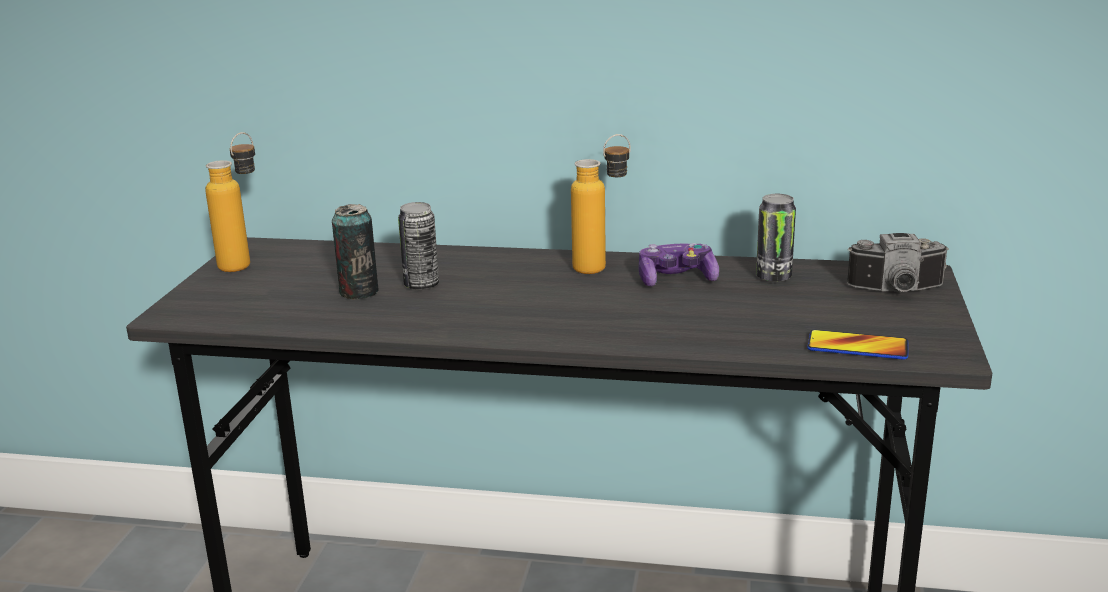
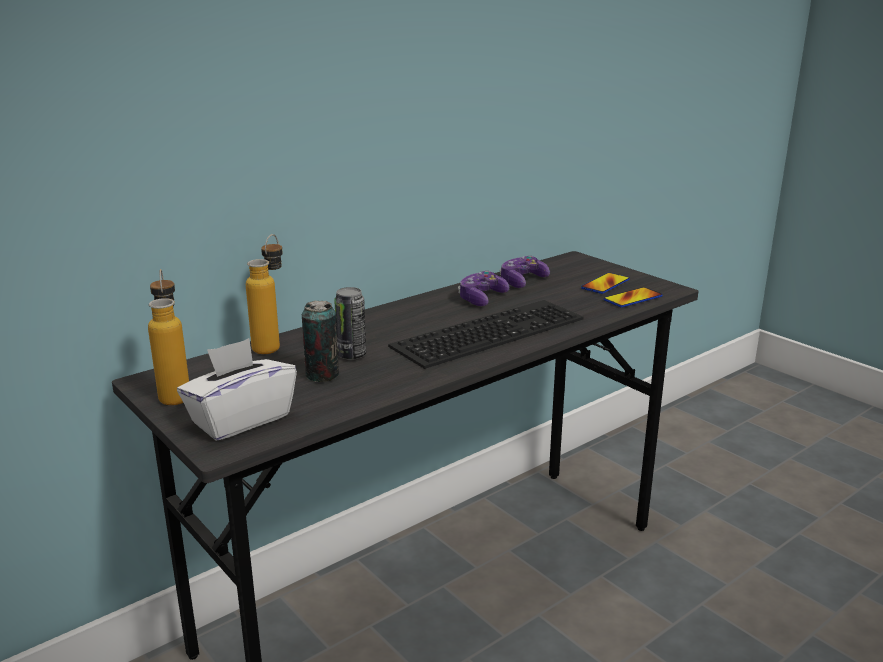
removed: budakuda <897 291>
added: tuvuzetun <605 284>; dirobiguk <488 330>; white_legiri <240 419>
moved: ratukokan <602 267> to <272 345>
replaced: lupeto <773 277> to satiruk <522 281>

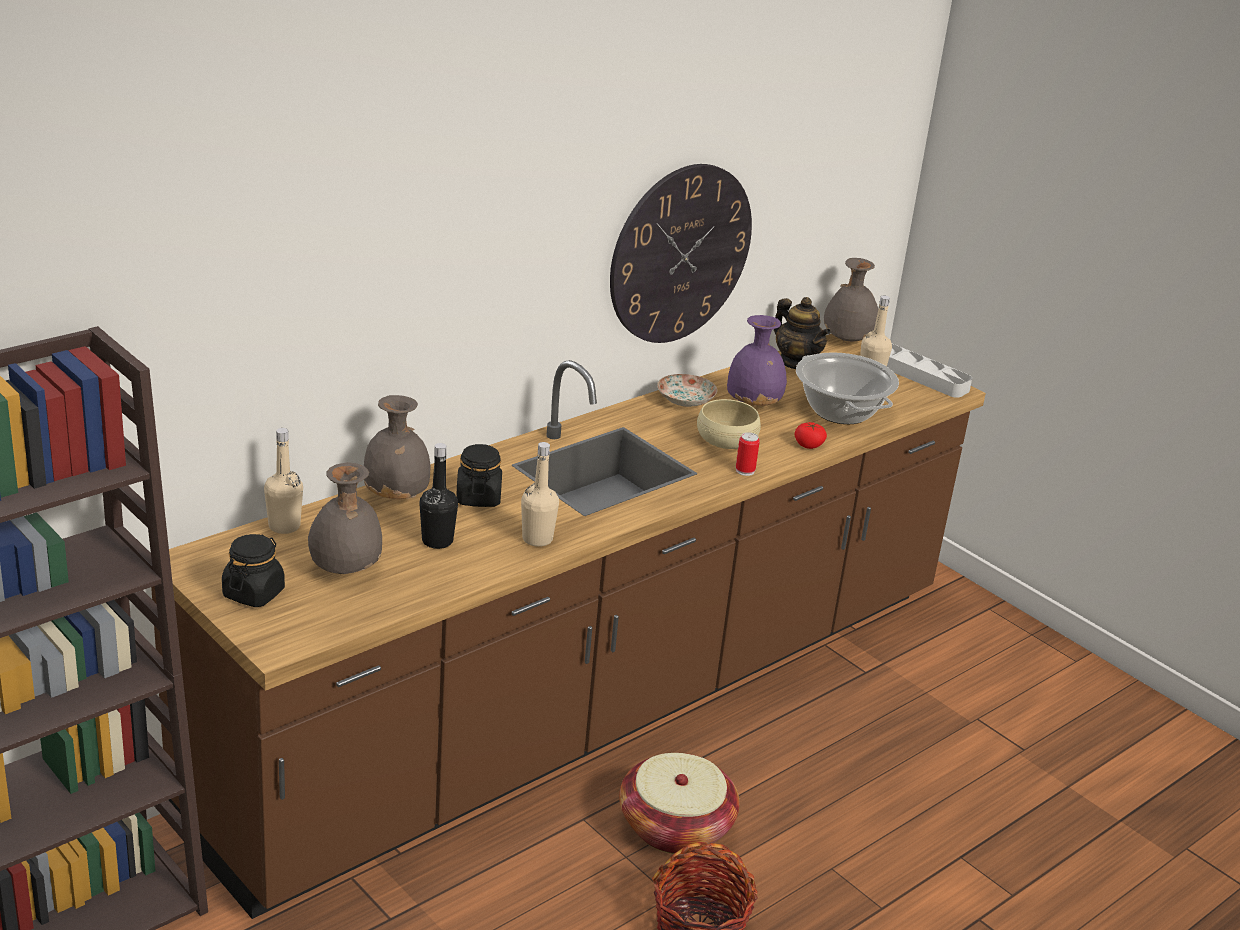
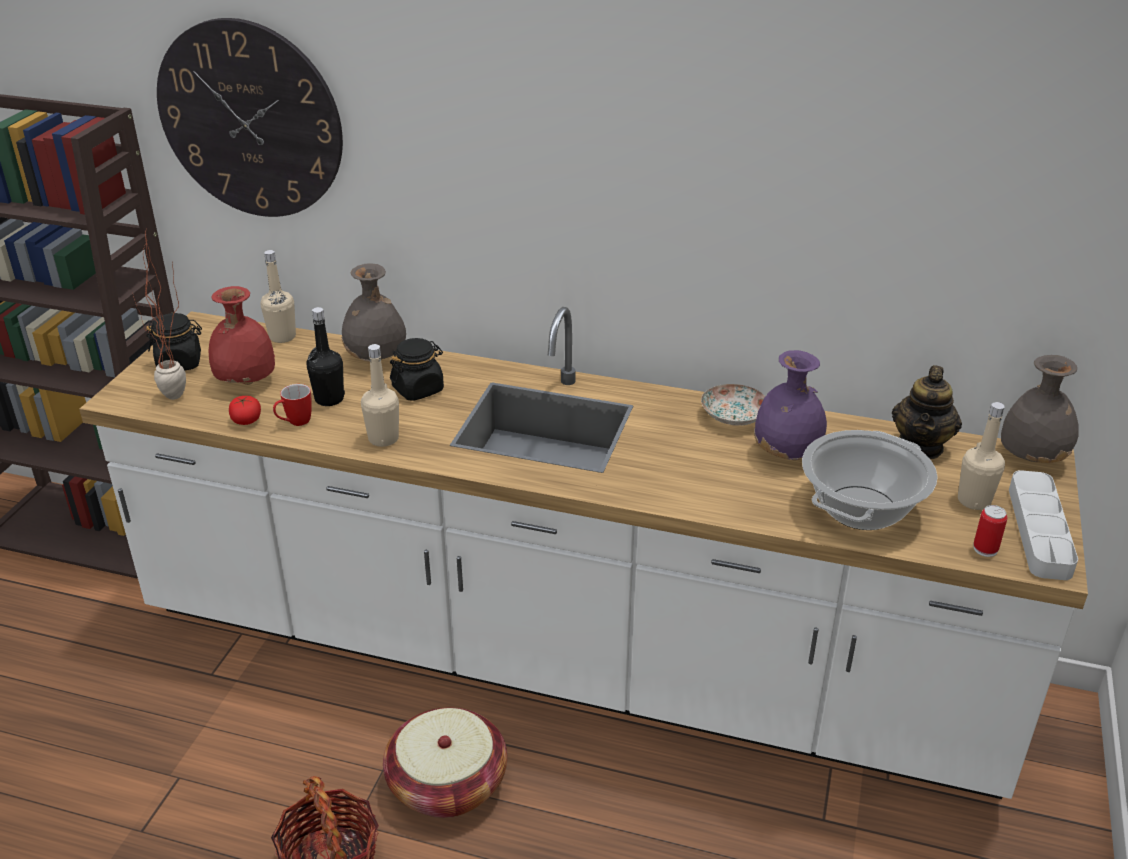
removed: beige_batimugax <726 440>
added: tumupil <179 400>; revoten <294 423>
moved: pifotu <680 254> to <250 120>; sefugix <808 445> to <246 420>; lupeto <745 471> to <985 549>
recoloured: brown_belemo <597 705> to white_belemo <564 658>; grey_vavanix <344 570> to red_vavanix <245 381>

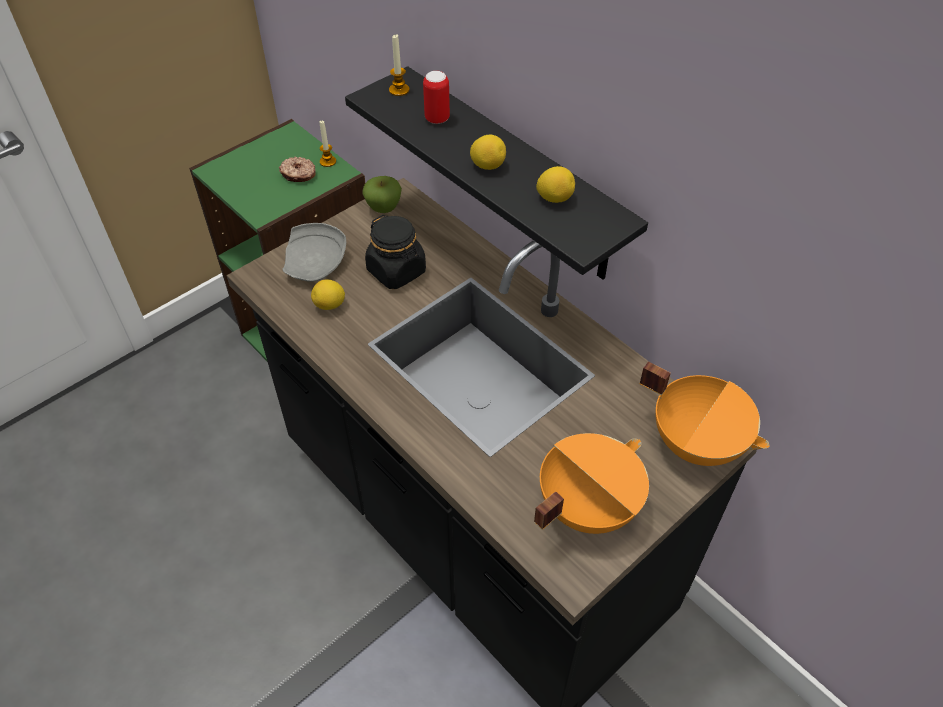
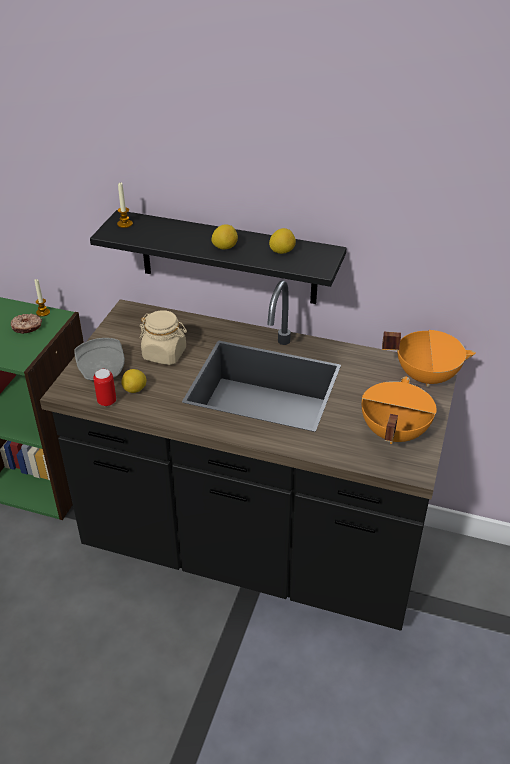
removed: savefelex <383 208>
moved: lupeto <437 119> to <107 401>
recoloured: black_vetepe <397 271> to beige_vetepe <165 354>

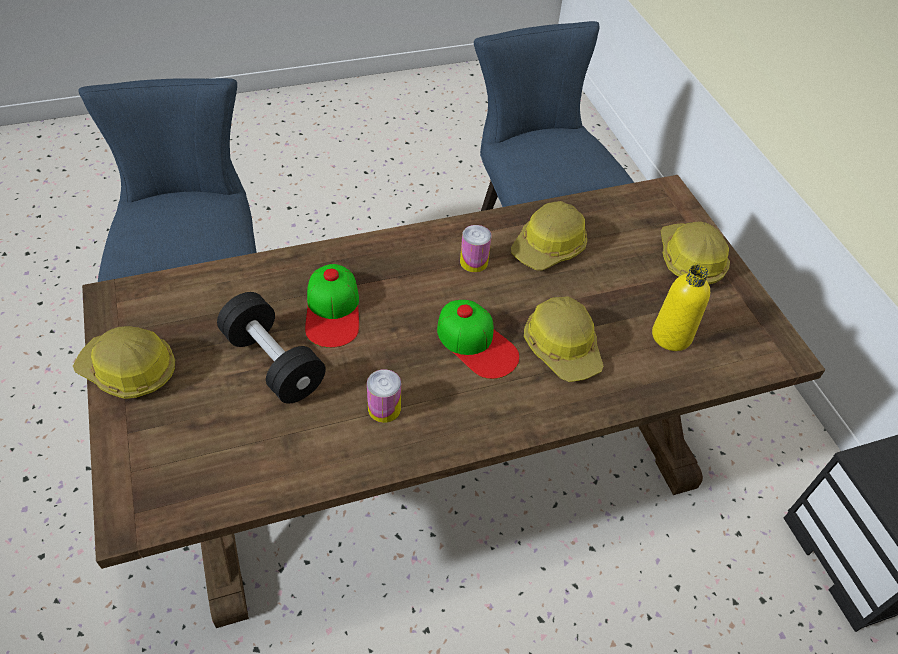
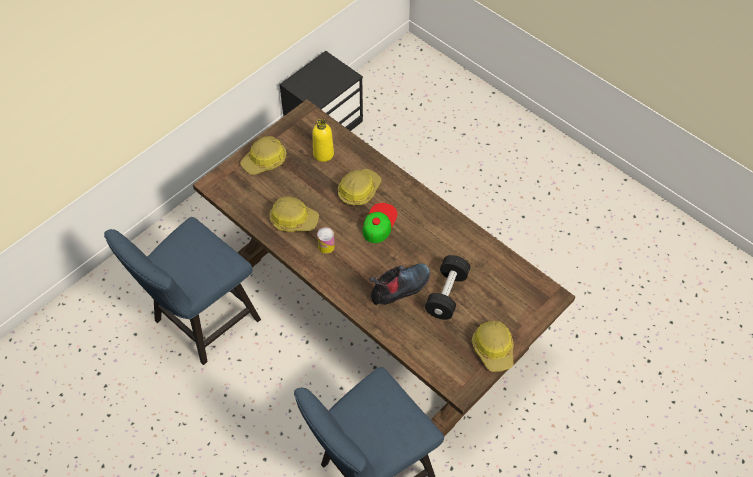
removed: lupeto <384 408>
replaced: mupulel <333 310> to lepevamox <400 288>

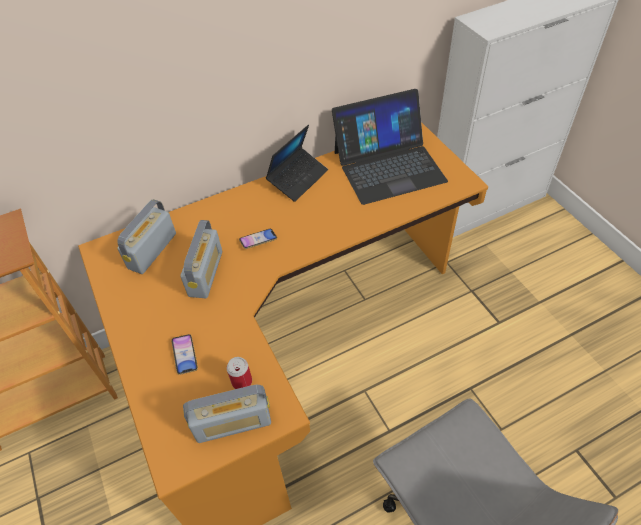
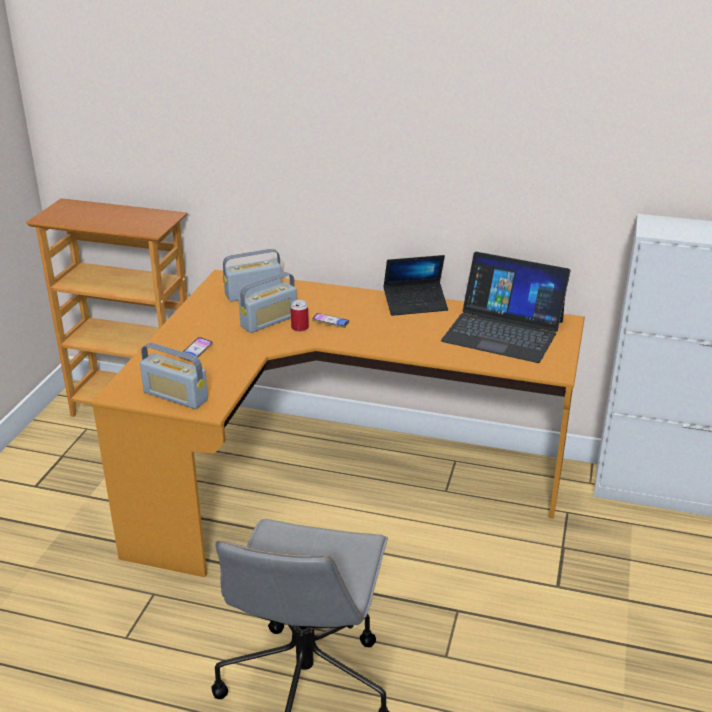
moved: lupeto <242 381> to <300 328>

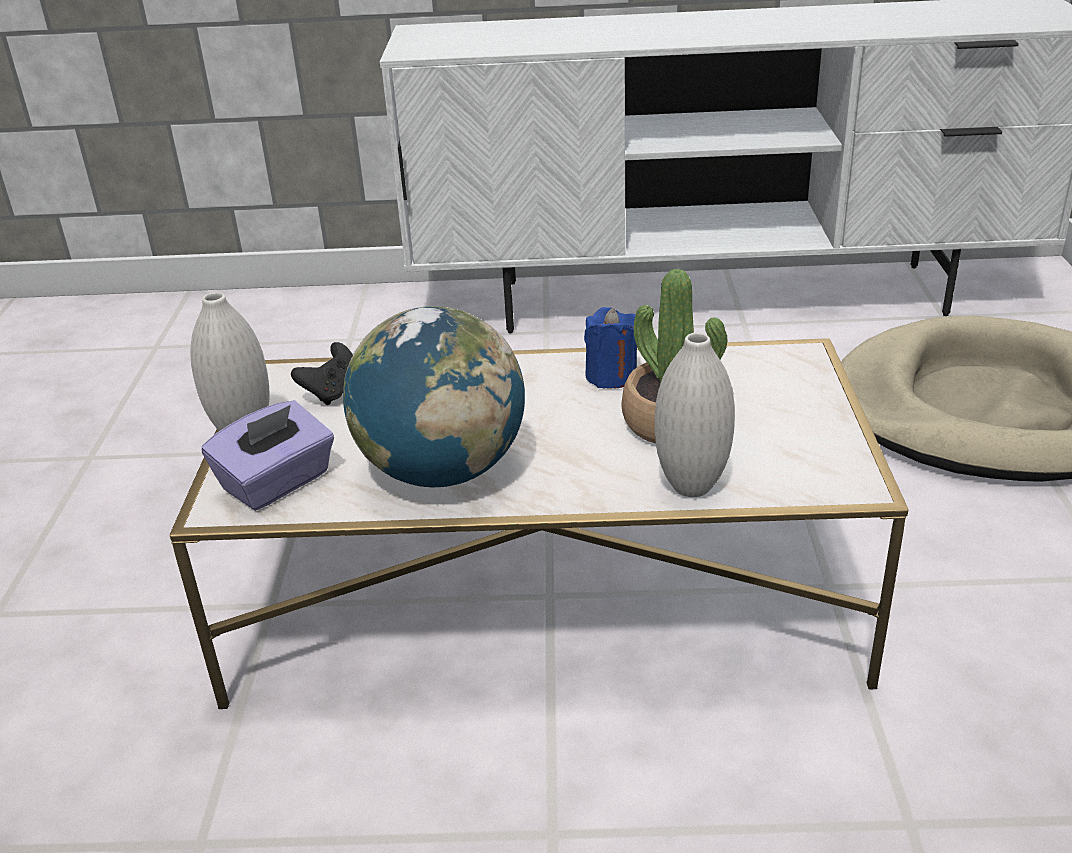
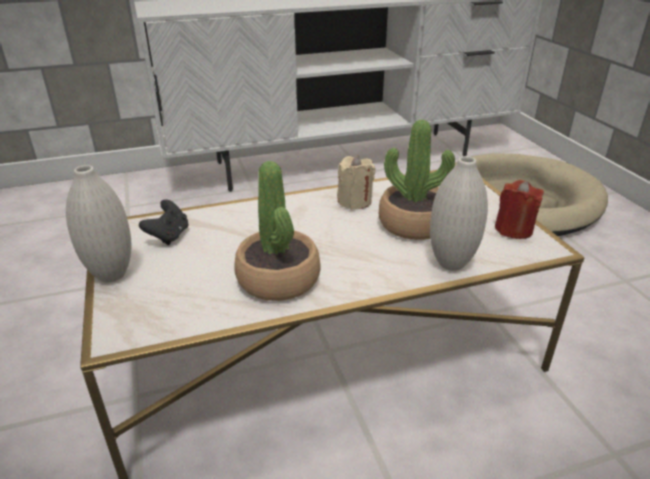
removed: purple_legiri <277 483>
added: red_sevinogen <513 229>
replaced: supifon <442 471> to tumupil <278 279>
recoloured: blue_sevinogen <611 376> to beige_sevinogen <354 201>

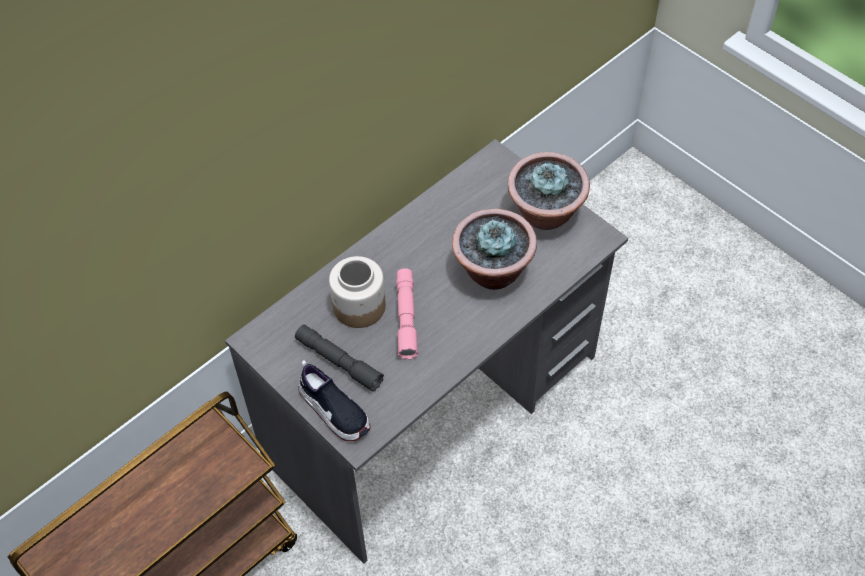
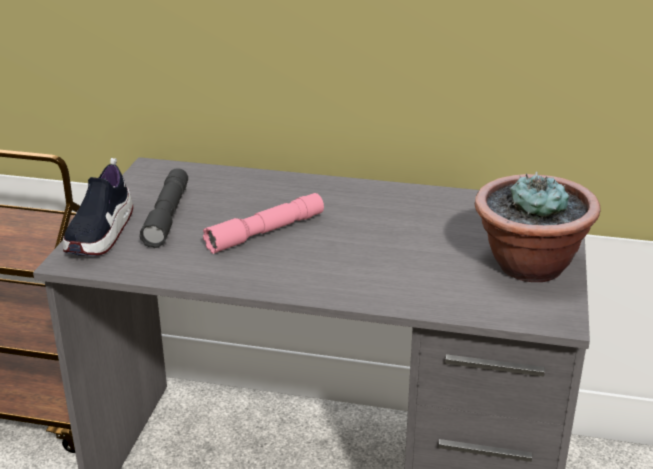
removed: tumupil <492 272>; vetepe <359 307>

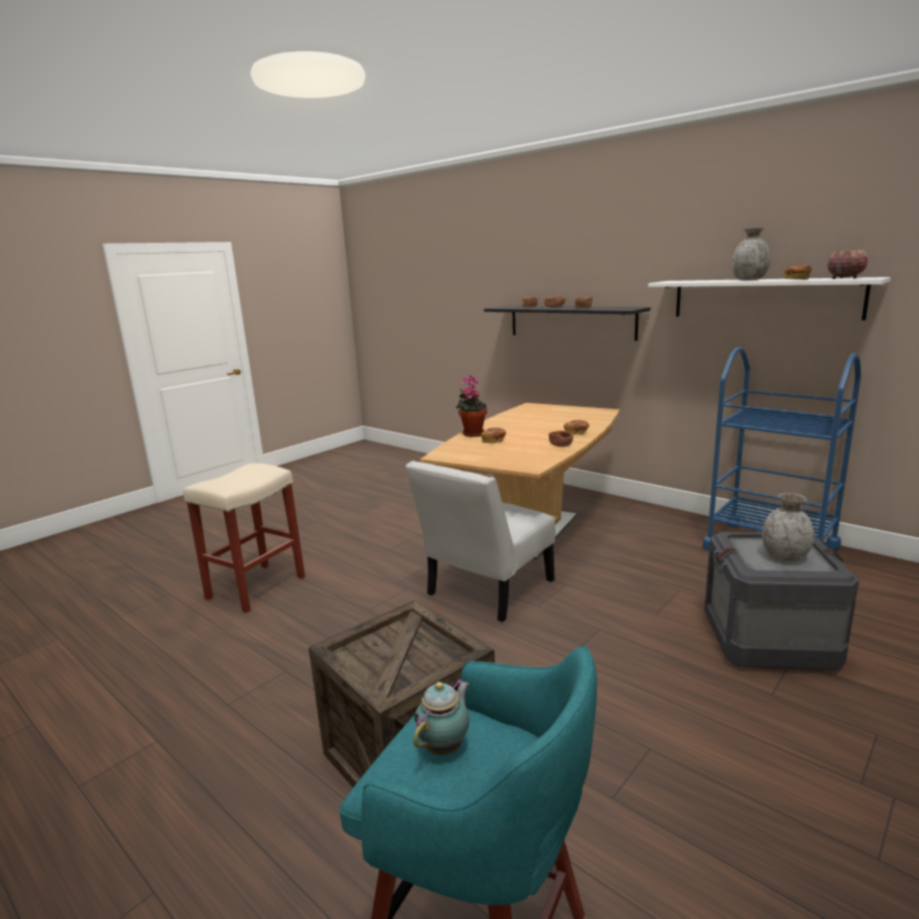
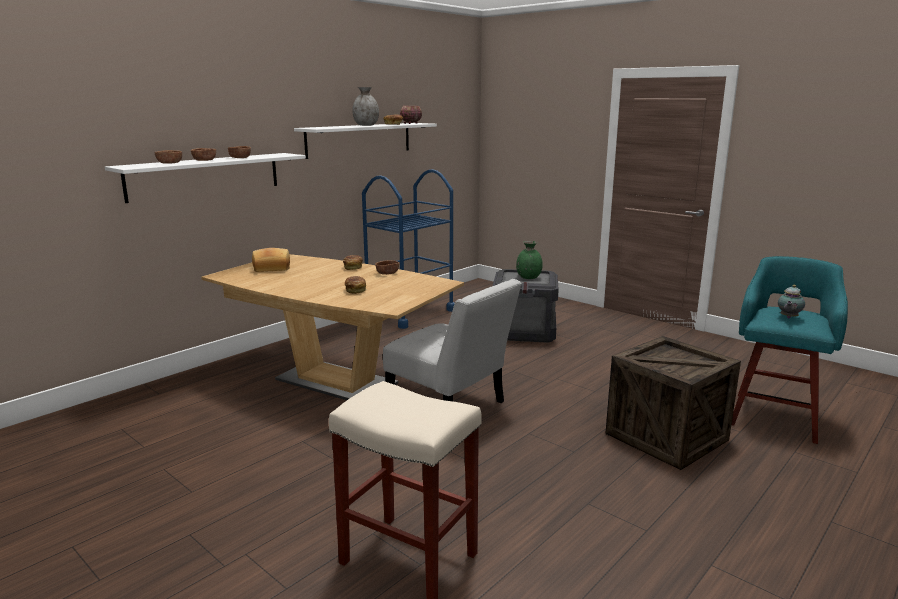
removed: tumupil <472 433>
added: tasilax <272 268>
recoloured: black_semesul <571 322> to white_semesul <205 176>; grey_vavanix <784 556> to green_vavanix <528 277>
turned: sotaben <445 746> = <788 317> 90 degrees counterclockwise

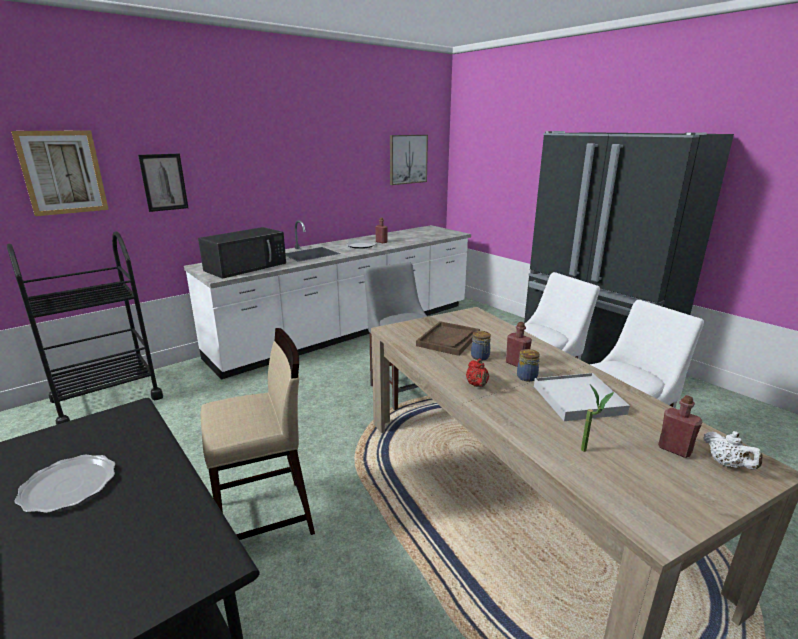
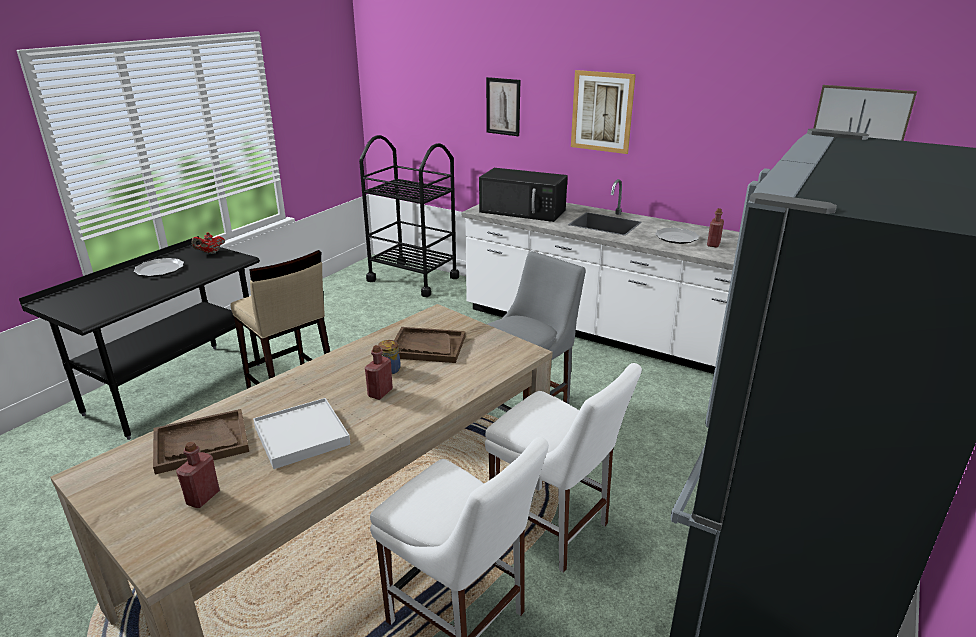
removed: vetepe <526 377>; white_sotaben <727 464>
moved: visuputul <62 172> to <602 112>; red_sotaben <477 385> to <210 253>
replaced: tumupil <589 451> to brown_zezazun <201 443>

